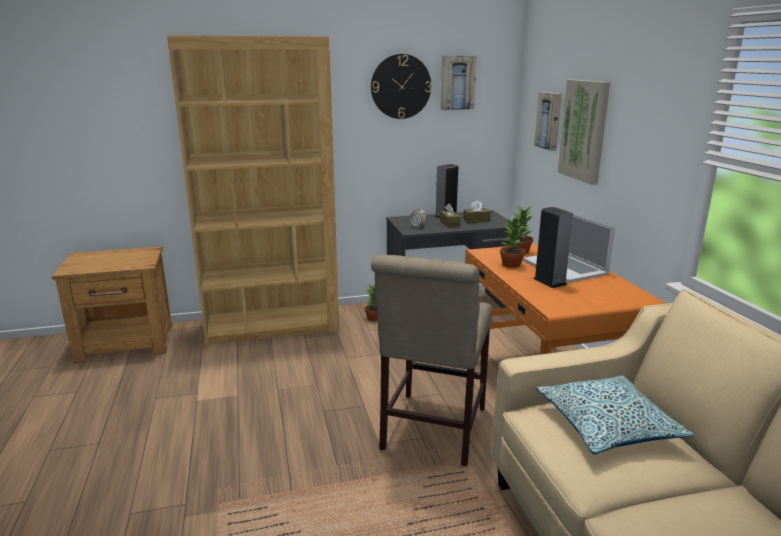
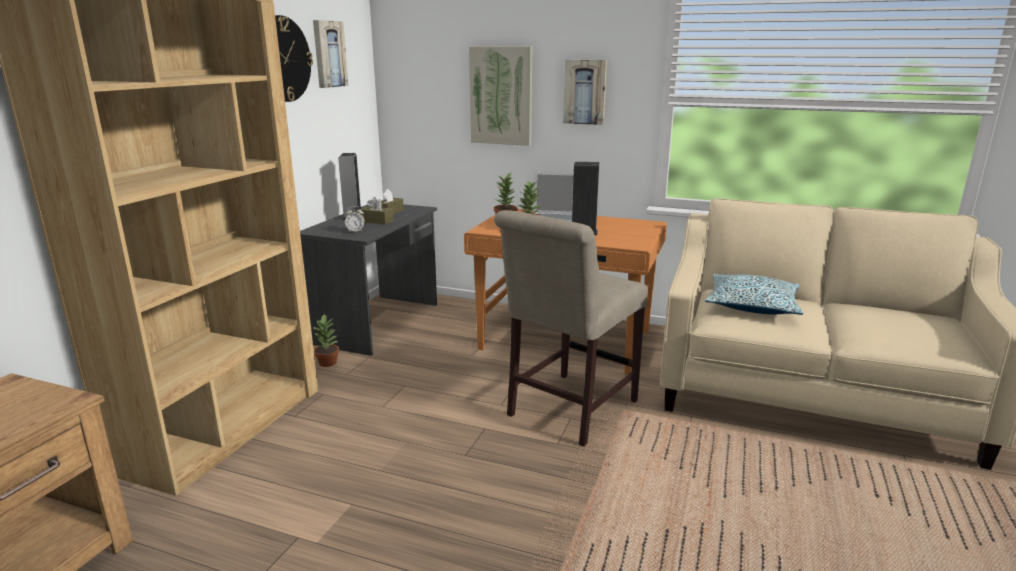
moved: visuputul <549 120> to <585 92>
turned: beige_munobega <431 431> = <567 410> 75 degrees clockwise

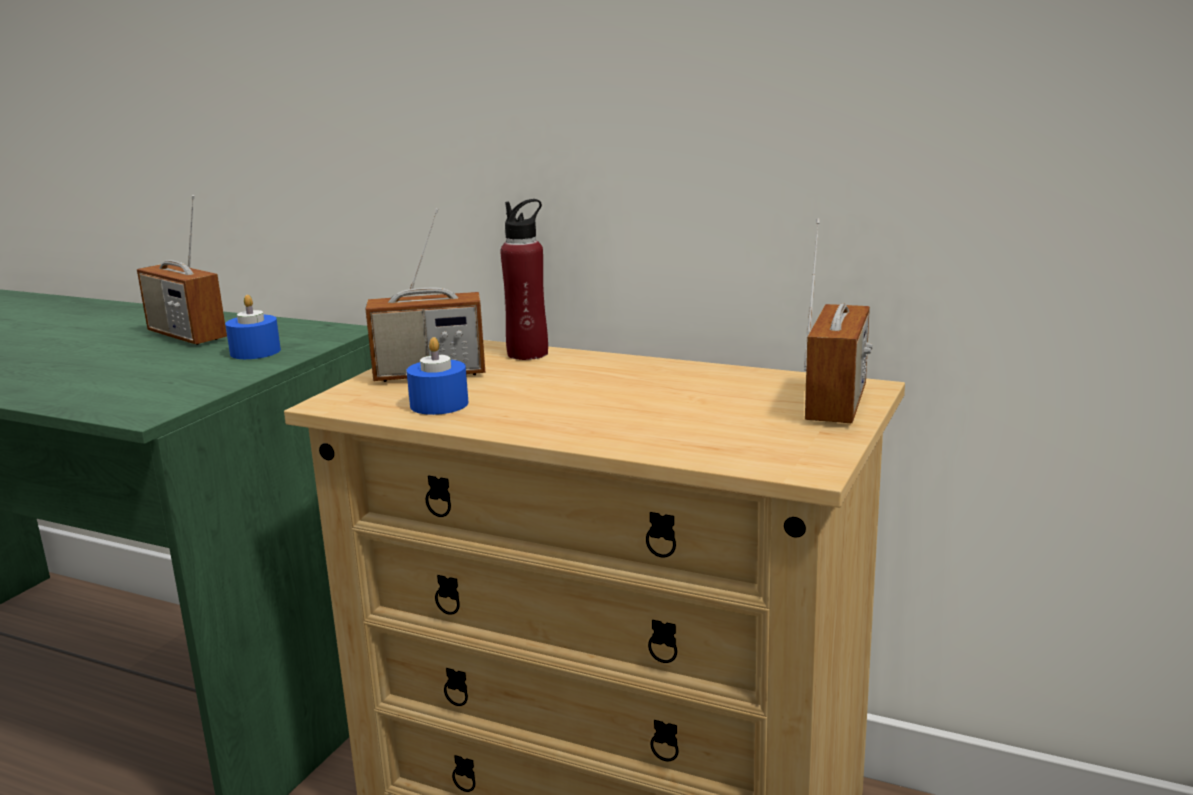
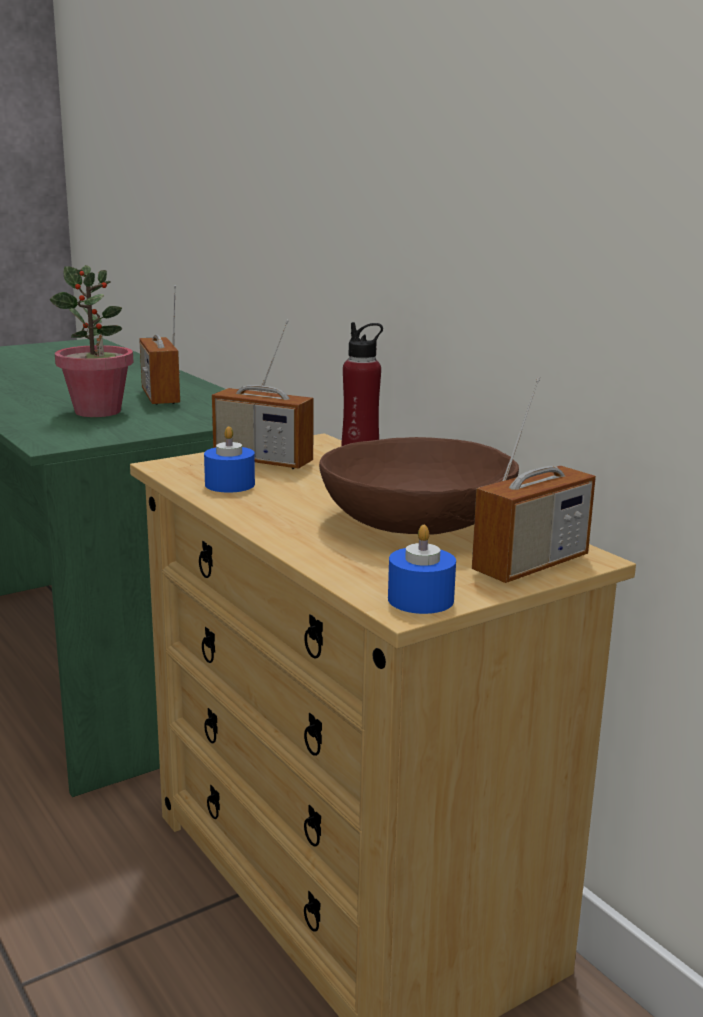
added: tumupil <98 411>; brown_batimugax <417 521>
moved: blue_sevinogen <255 352> to <420 599>

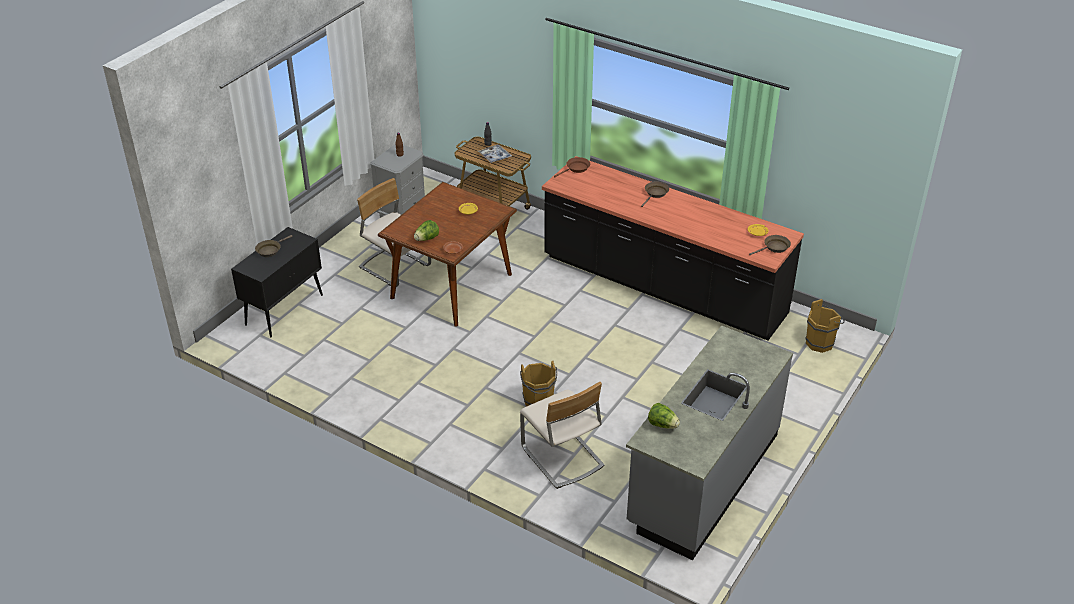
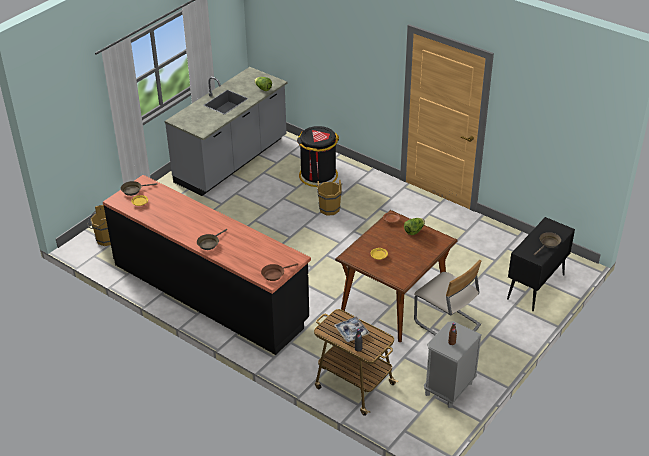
replaced: beige_munobega <561 457> to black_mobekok <318 175>

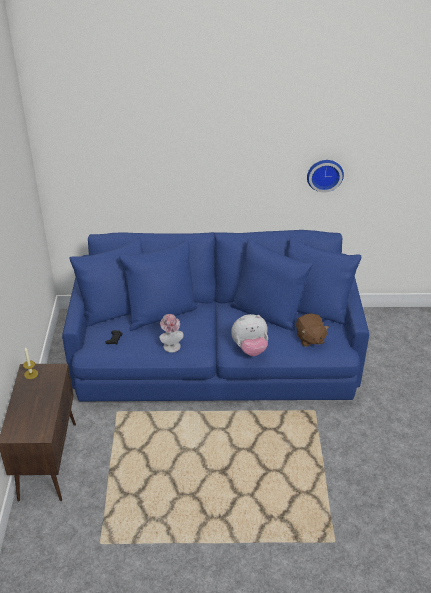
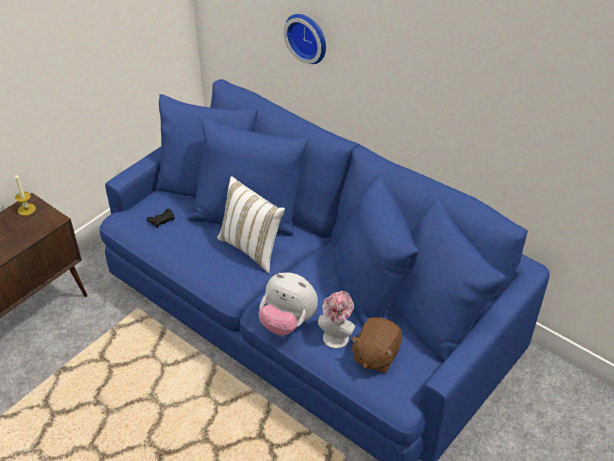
added: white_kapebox <252 248>
moved: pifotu <324 174> to <308 37>; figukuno <171 345> to <336 335>

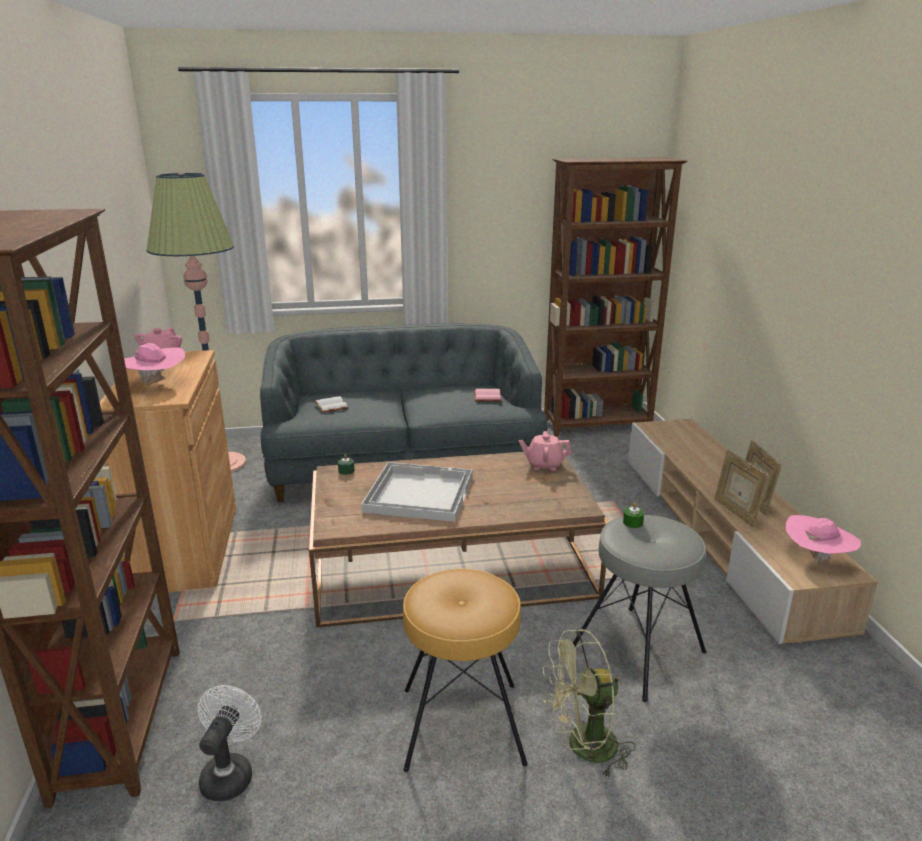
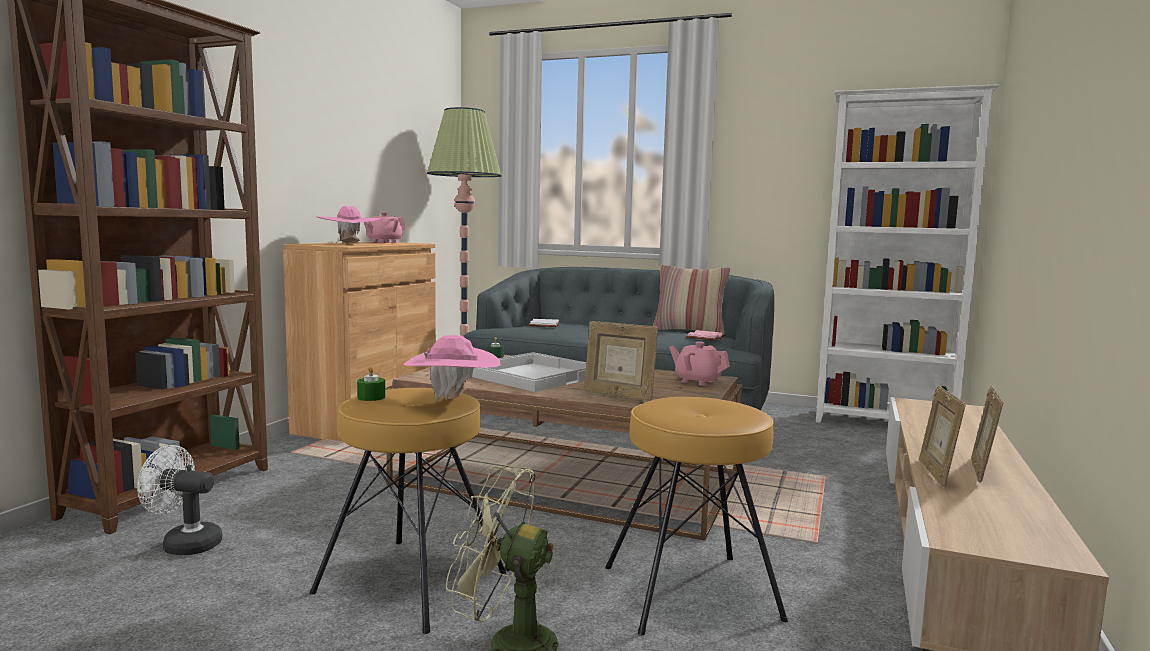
added: kapebox <689 331>; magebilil <618 396>
moved: green_sevinogen <632 522> to <371 397>; pink_figukuno <817 558> to <453 400>
recoloured: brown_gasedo <598 425> to white_gasedo <884 424>; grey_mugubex <638 651> to brown_mugubex <691 593>
turned: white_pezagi <230 773> = <184 544> 120 degrees counterclockwise

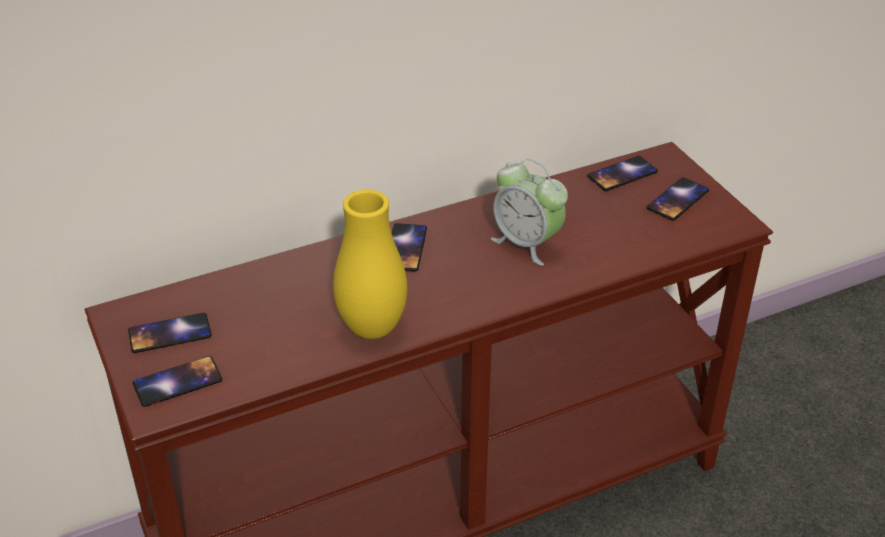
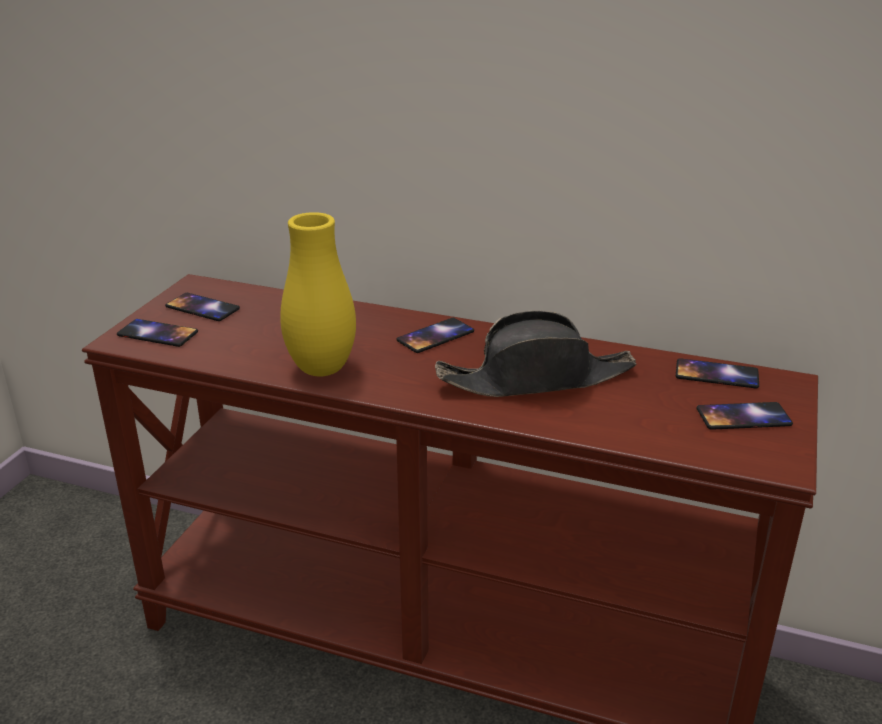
replaced: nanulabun <527 243> to black_figukuno <537 379>

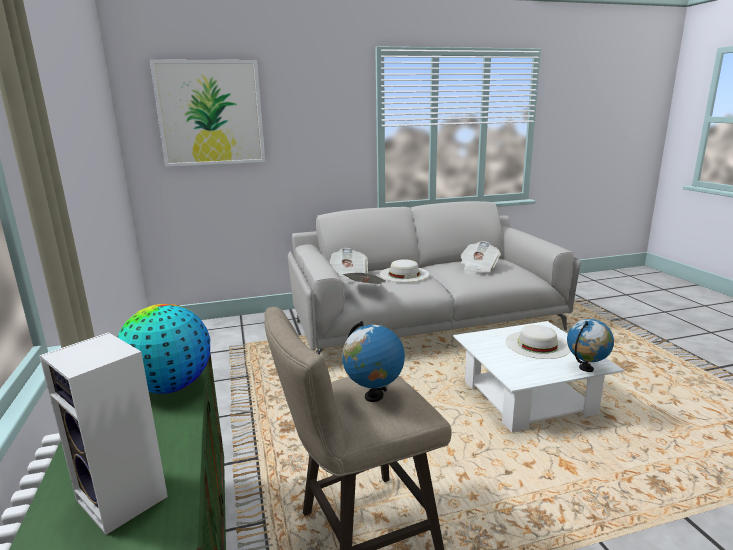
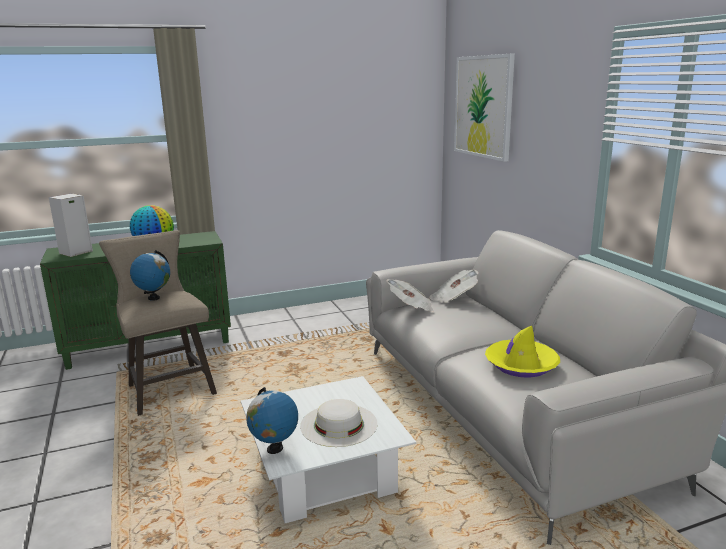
removed: white_figukuno <404 274>
replaced: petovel <478 268> to yellow_figukuno <521 365>

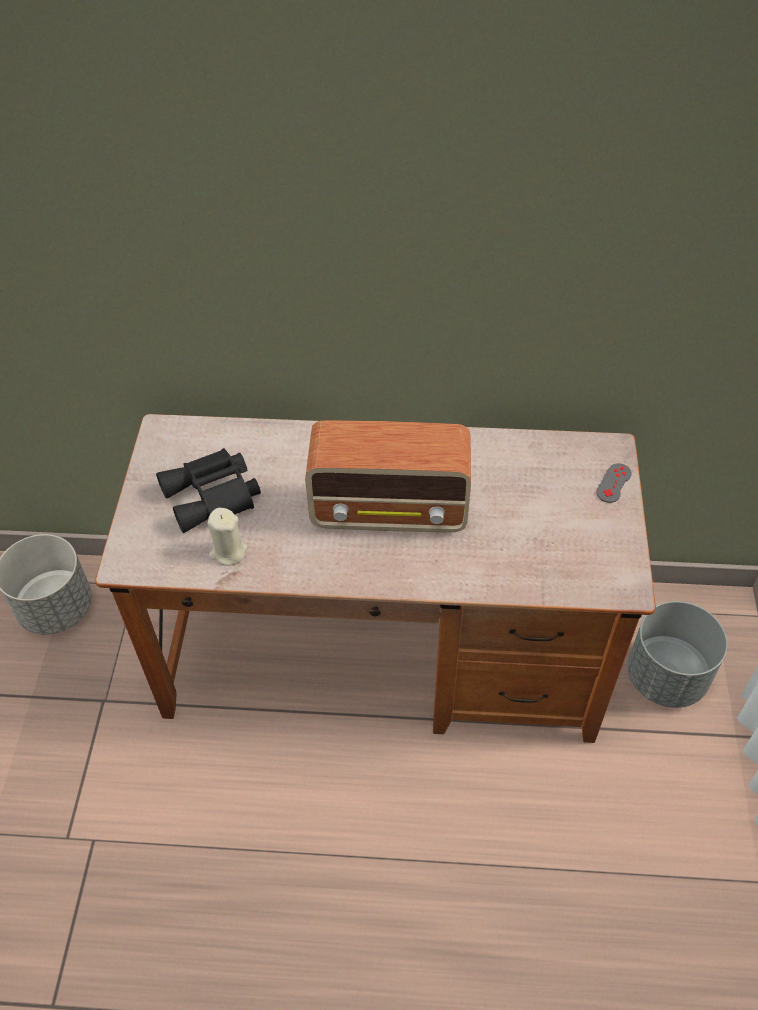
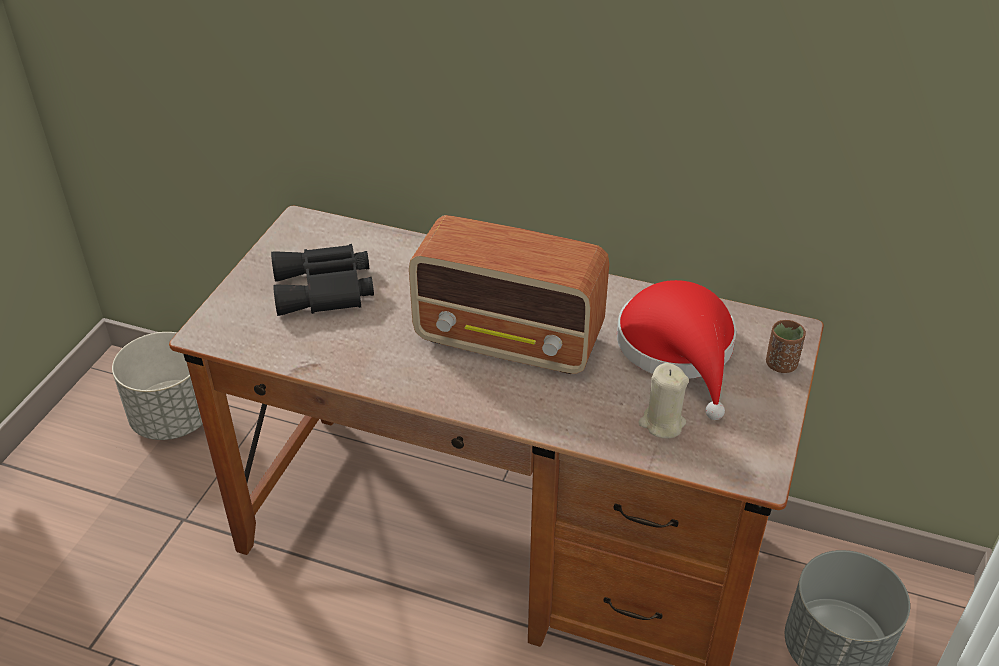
added: red_figukuno <679 350>
moved: beige_sevinogen <228 552> to <662 423>
replaced: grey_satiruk <614 483> to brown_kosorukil <781 364>

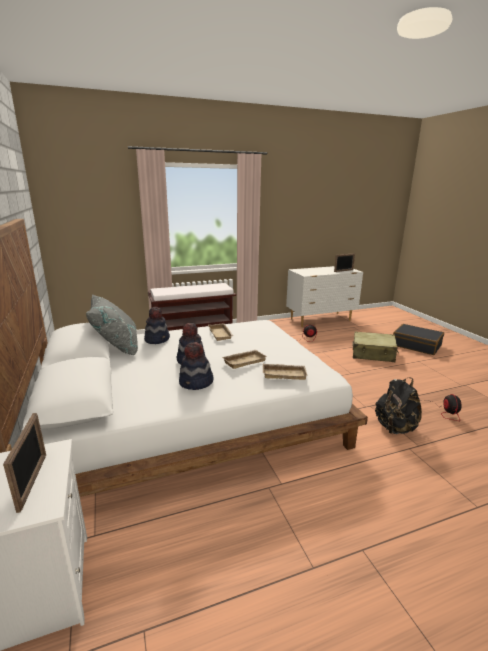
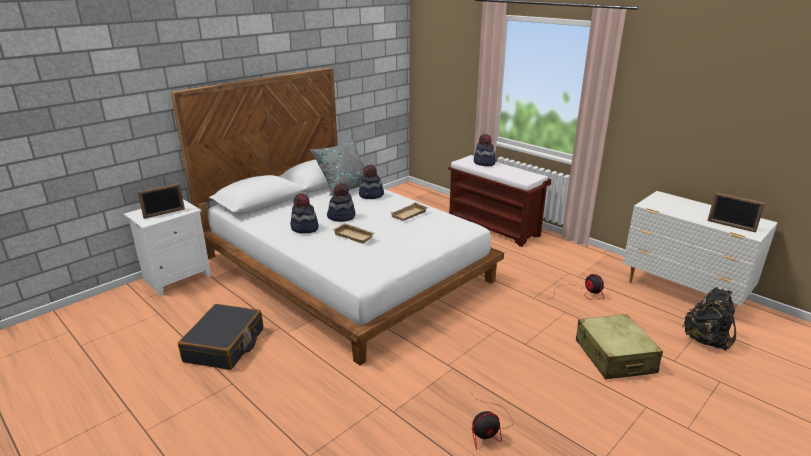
removed: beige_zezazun <284 374>
added: figukuno <484 163>
moved: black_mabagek <416 345> to <225 345>; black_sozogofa <395 428> to <706 340>

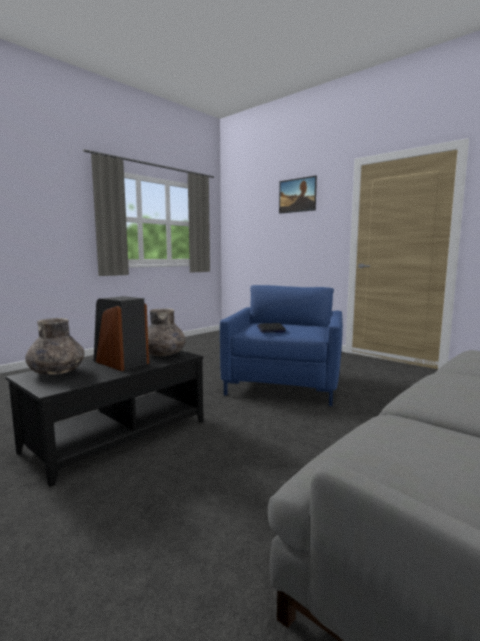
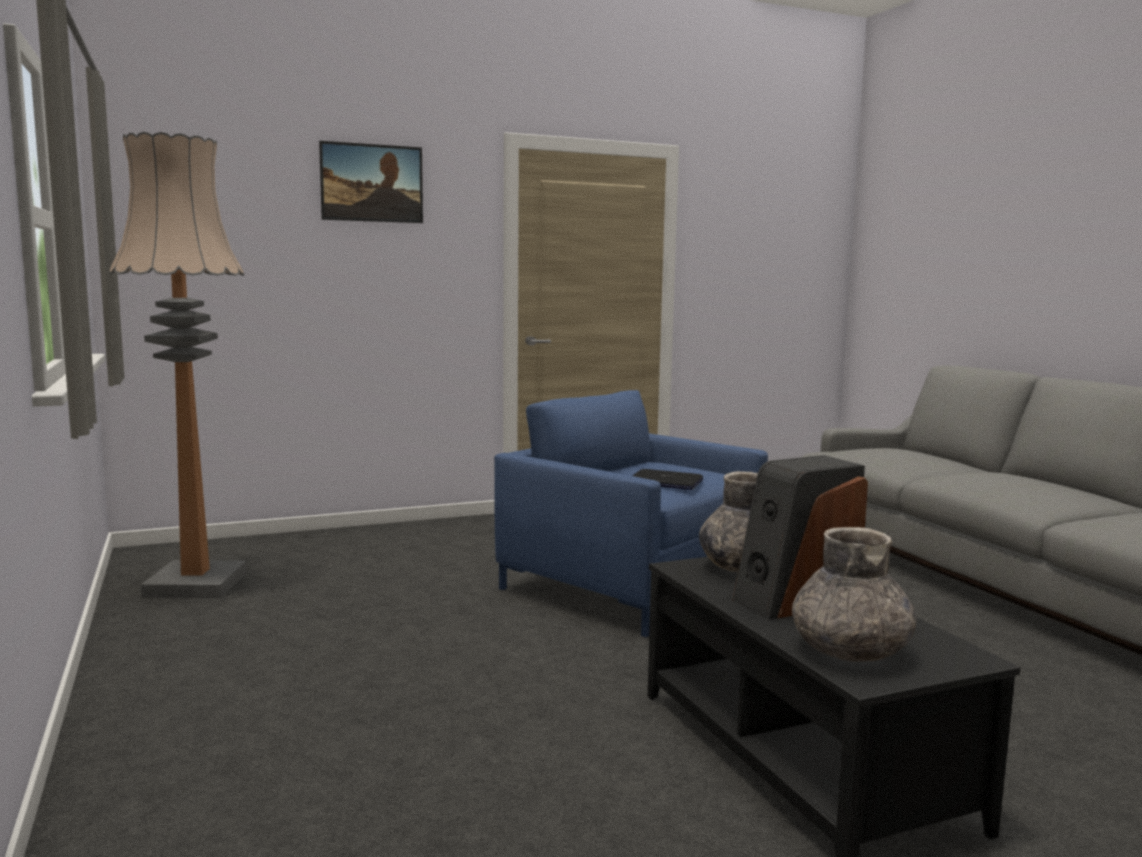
added: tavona <196 584>

